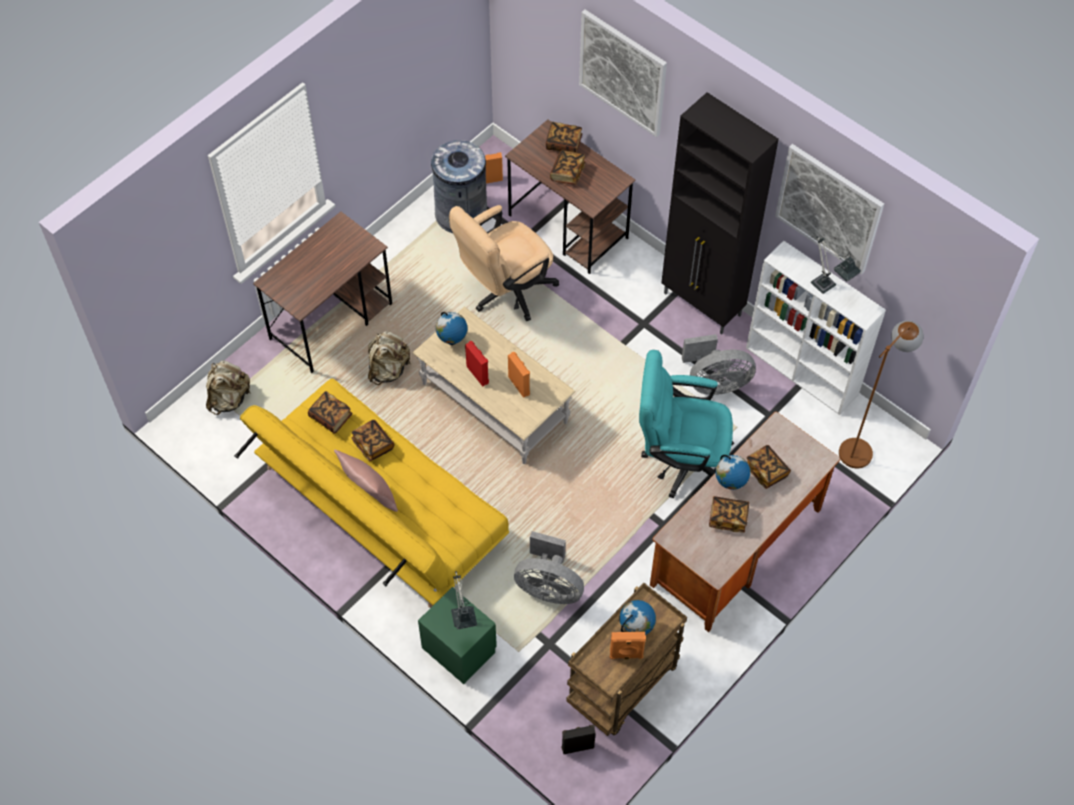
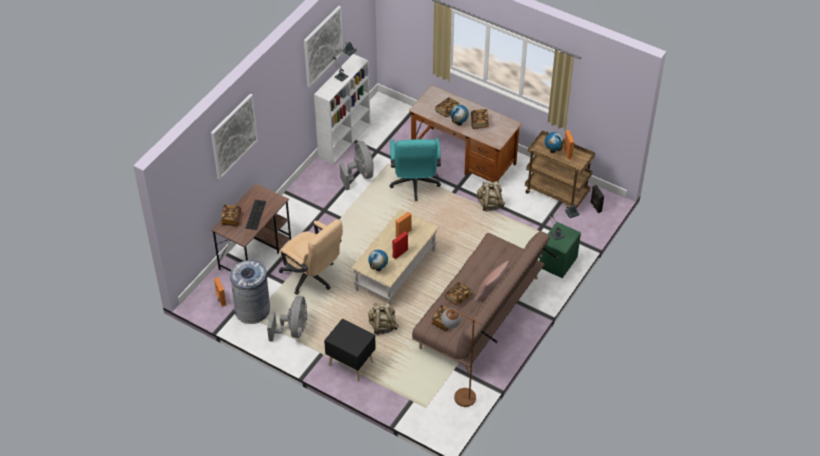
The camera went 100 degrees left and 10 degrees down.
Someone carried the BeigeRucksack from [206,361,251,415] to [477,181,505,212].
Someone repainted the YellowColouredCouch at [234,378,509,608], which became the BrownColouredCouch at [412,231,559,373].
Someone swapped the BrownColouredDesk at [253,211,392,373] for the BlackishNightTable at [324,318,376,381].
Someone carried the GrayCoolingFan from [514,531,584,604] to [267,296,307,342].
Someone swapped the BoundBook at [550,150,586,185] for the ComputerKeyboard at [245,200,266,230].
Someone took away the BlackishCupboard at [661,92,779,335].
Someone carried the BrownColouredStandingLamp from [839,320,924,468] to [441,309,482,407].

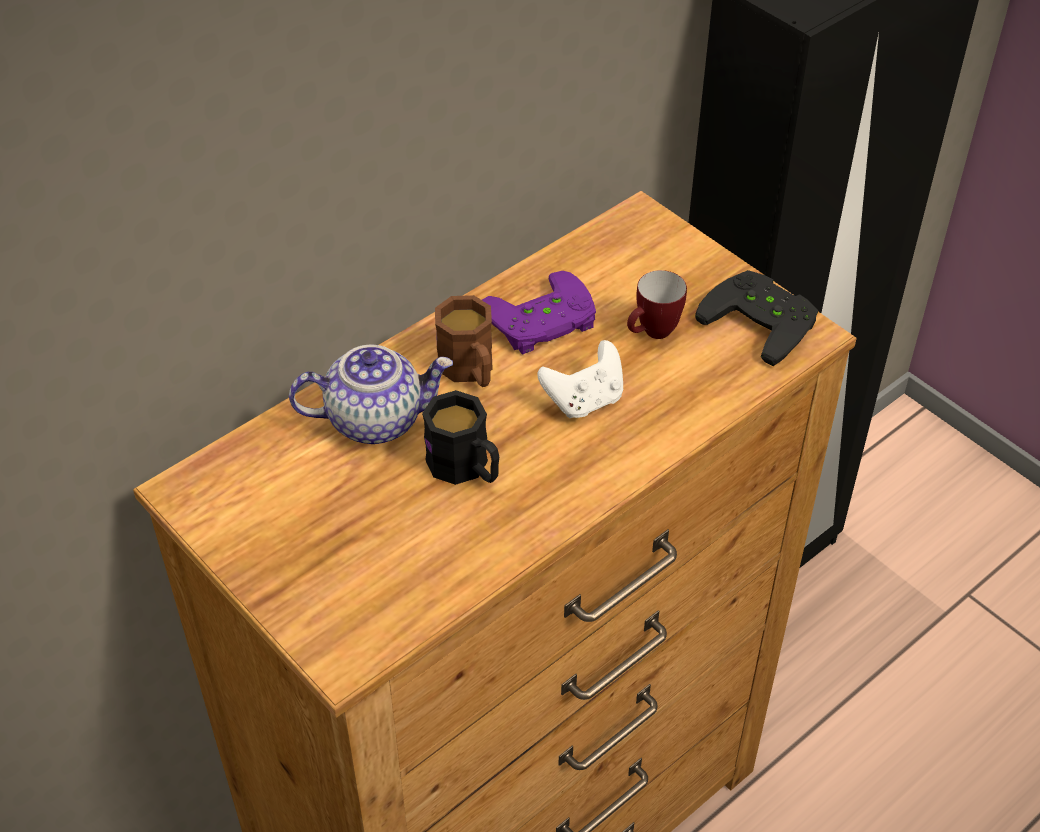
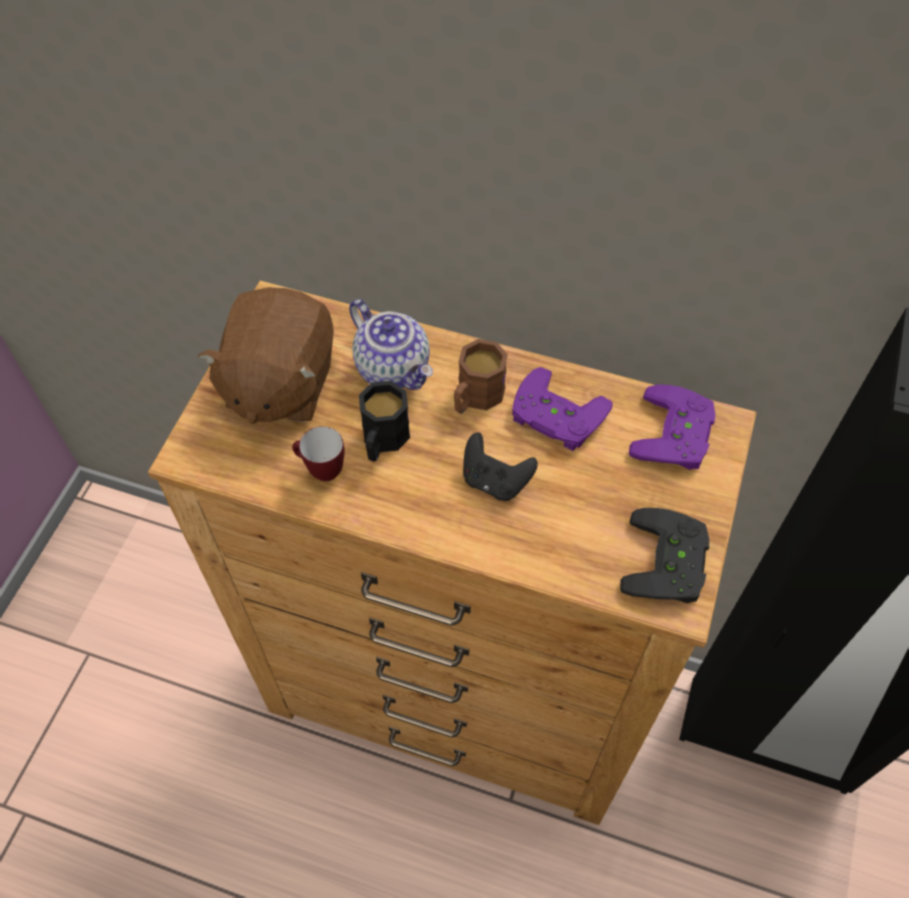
The camera went 60 degrees right and 10 degrees up.
Someone repainted the WhitishJoypad at [537,340,623,418], which became the BlackishJoypad at [463,432,538,501].
Someone carried the CoffeeMug from [627,270,687,339] to [292,426,345,482].
Someone put down the BrownColouredCuddlyToy at [198,287,334,424].
Someone put down the PurpleColouredJoypad at [629,384,715,470].

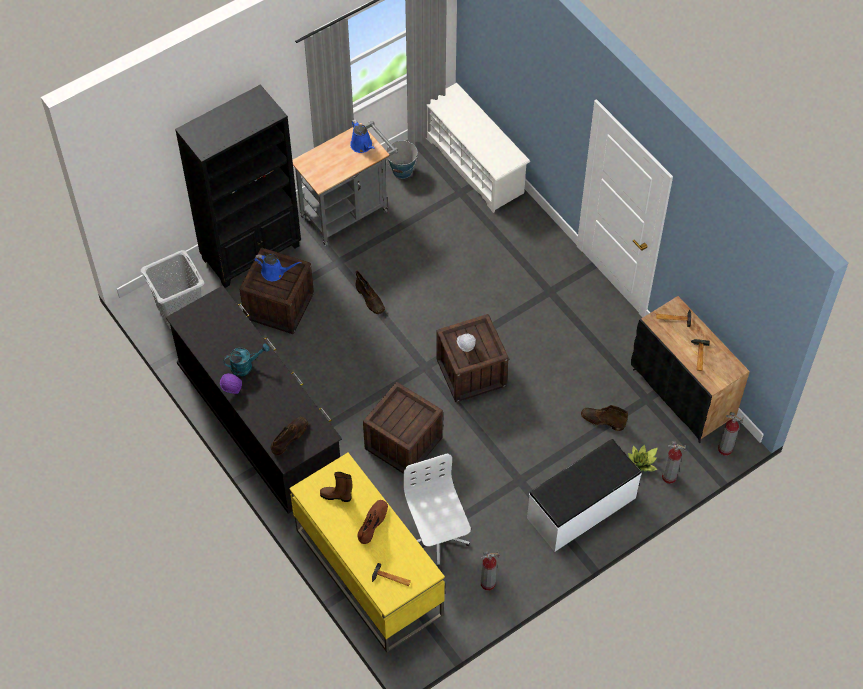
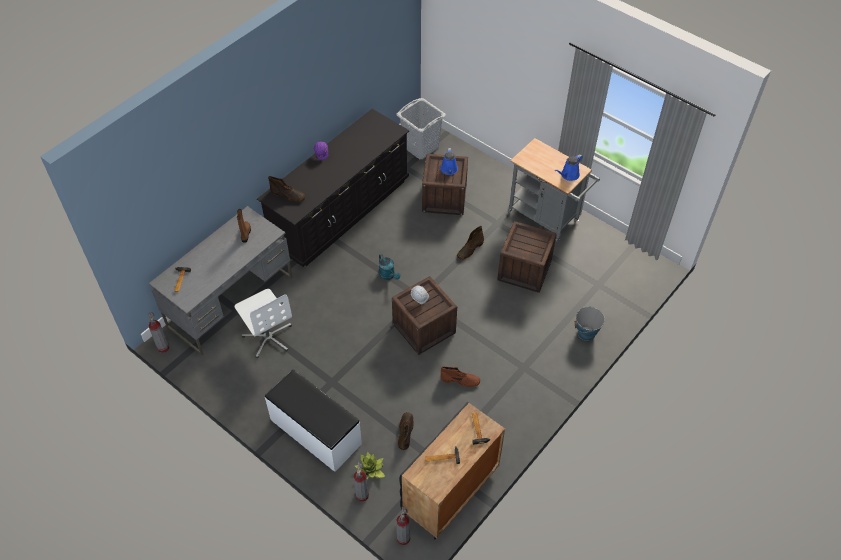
The camera went 75 degrees right and 5 degrees down.
Someone took away the BlackishBookshelf at [175,84,301,288].
Someone carried the TurquoiseWateringPot from [223,343,269,376] to [379,254,400,280].
Someone repainted the YellowColouredDesk at [289,453,445,653], which became the GrayDesk at [149,206,293,355].
Someone carried the BrownColouredTallBoot from [357,500,388,544] to [441,366,480,387].
Someone carried the ShippingCrate from [363,382,443,474] to [497,221,557,293].
Someone carried the WaterBucket from [386,141,418,179] to [575,306,605,341].
Someone rotated the WhitishComputerChair at [404,453,471,567] by 90 degrees clockwise.
Someone took away the WhitishShoeShelf at [426,83,530,213].
Someone carried the FireExtinguisher from [481,551,499,591] to [148,312,169,353].

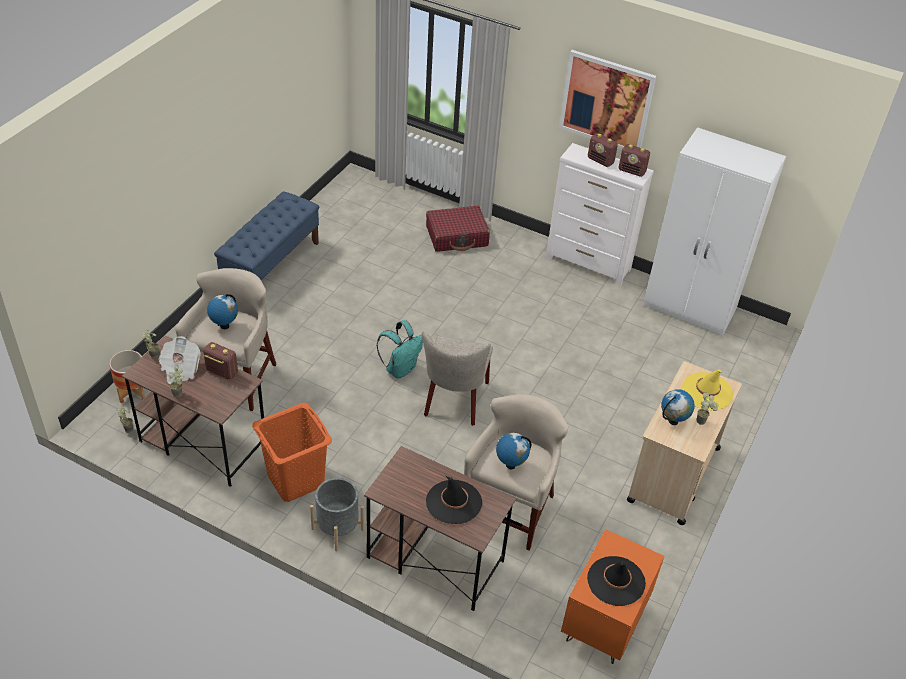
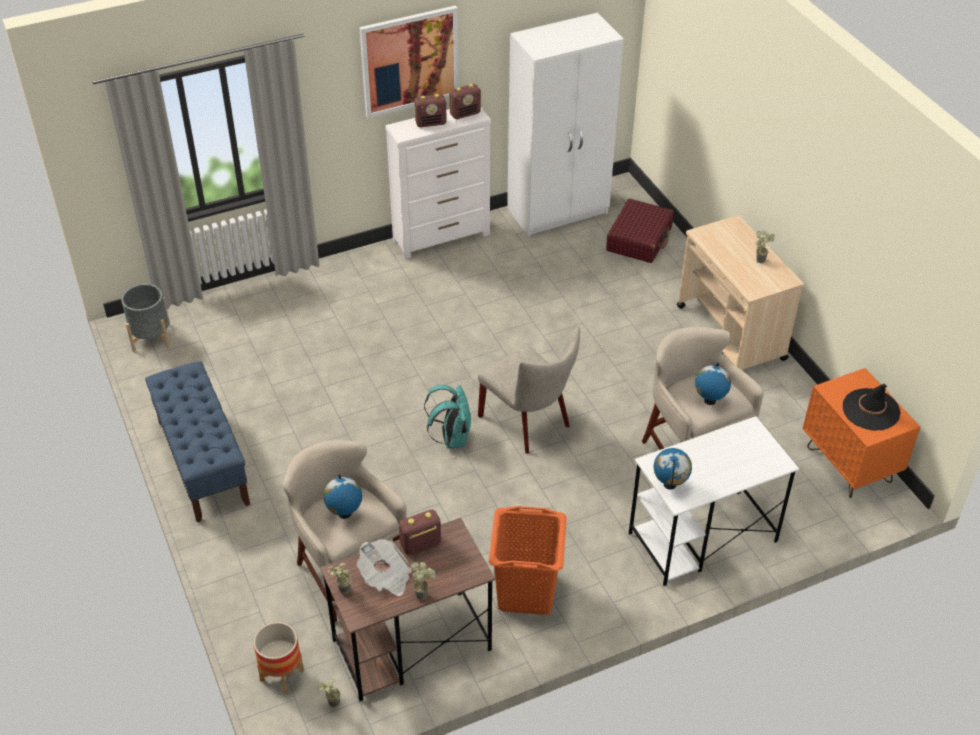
The camera went 50 degrees left and 0 degrees up.
Someone carried the GrayPlanter from [310,478,364,551] to [121,284,170,352].
Someone repainted the BrownColouredDesk at [364,446,516,611], which became the WhitishDesk at [628,416,799,586].
Someone carried the ReddishTravelCase from [426,206,490,252] to [606,199,674,263].
Someone took away the BlackishClothingHat at [426,476,482,524].
Someone carried the DeskGlobe from [661,389,694,425] to [654,448,692,490].
Someone took away the YellowColouredClothingHat at [682,369,733,411].

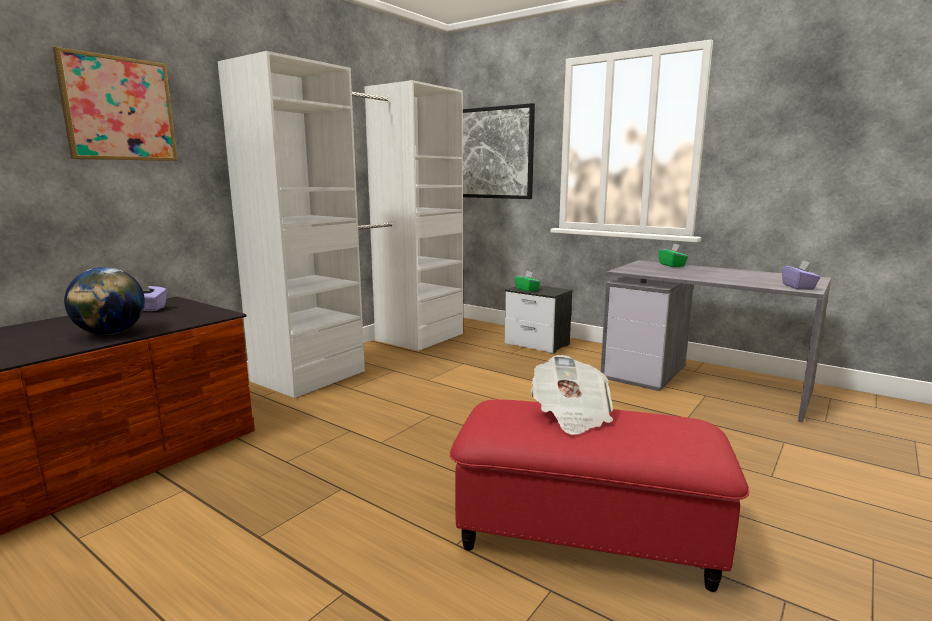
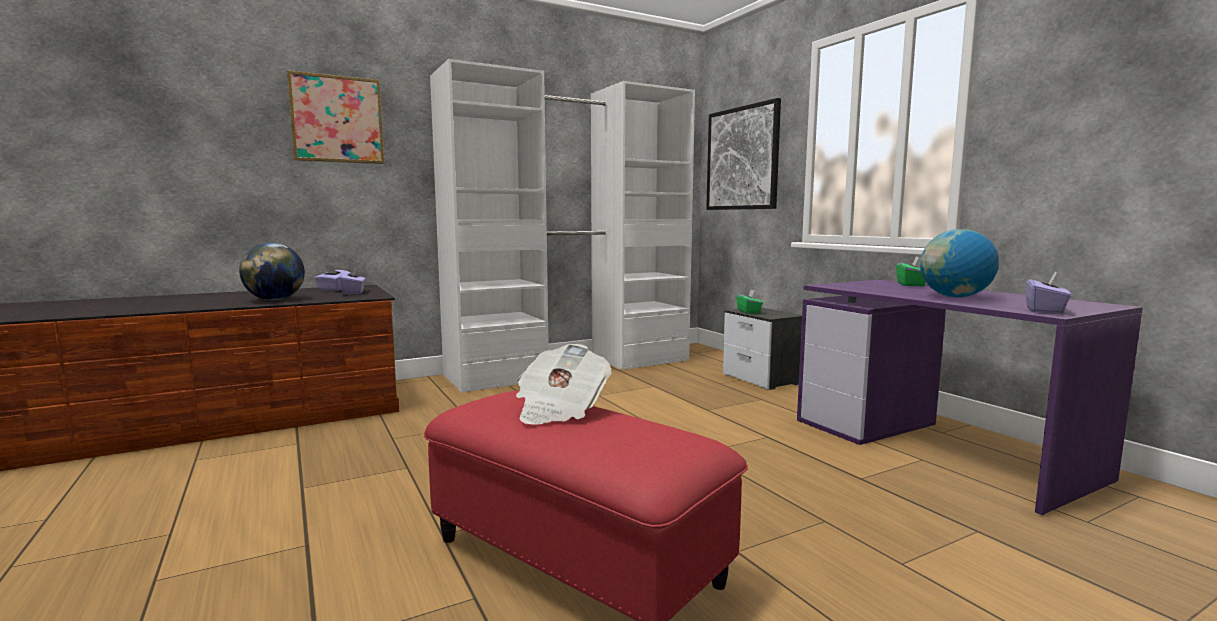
The camera went 25 degrees right and 5 degrees down.
Someone repainted the GrayDesk at [601,260,831,422], which became the PurpleColouredDesk at [797,280,1143,515].
Someone put down the PurpleColouredTissueHolder at [339,267,366,295].
Someone put down the DeskGlobe at [920,229,999,297].

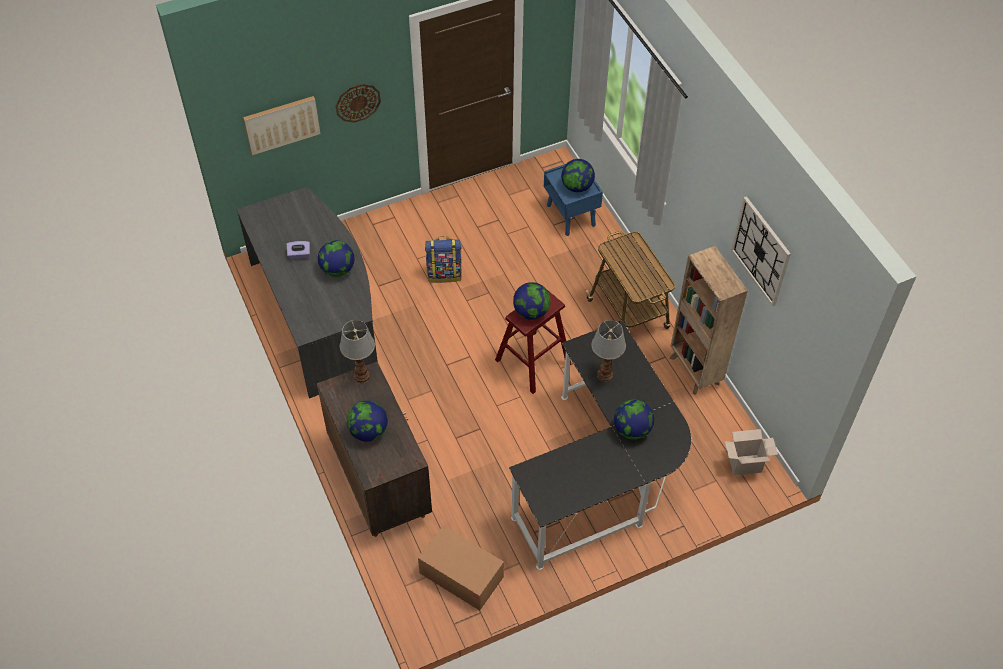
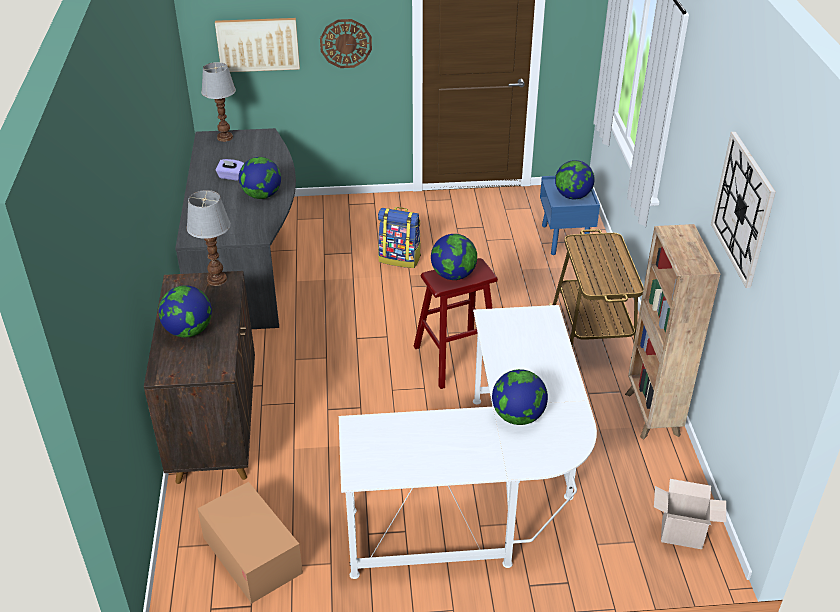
The camera went 20 degrees right and 15 degrees down.
Someone repainted the BlackishDesk at [509,320,691,570], which became the WhitishDesk at [339,305,597,579].
Someone carried the TableLamp from [591,320,626,382] to [201,62,236,142].

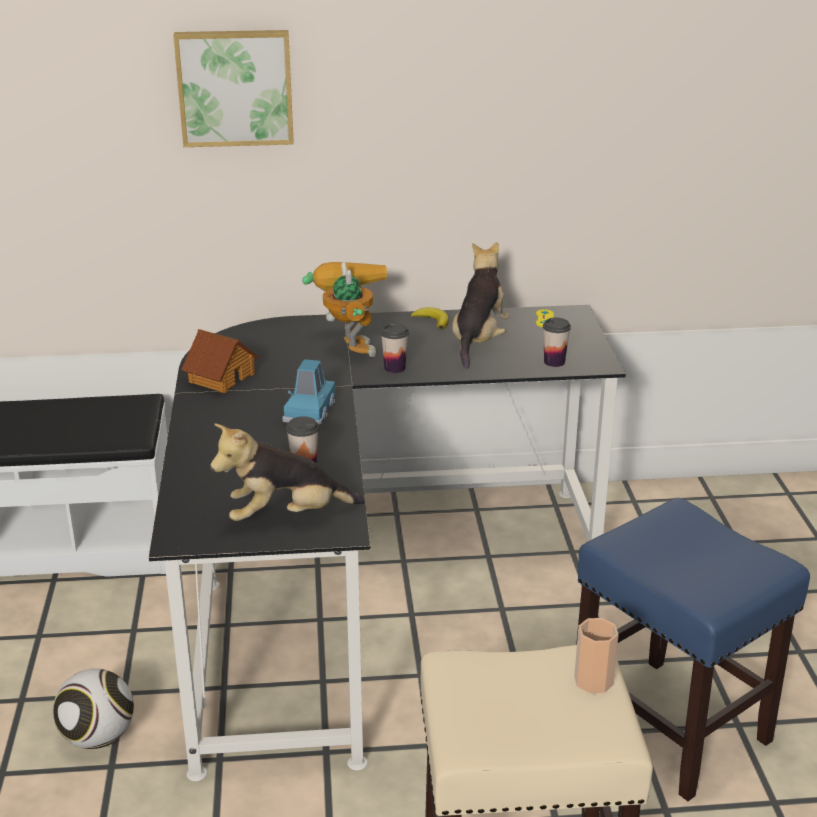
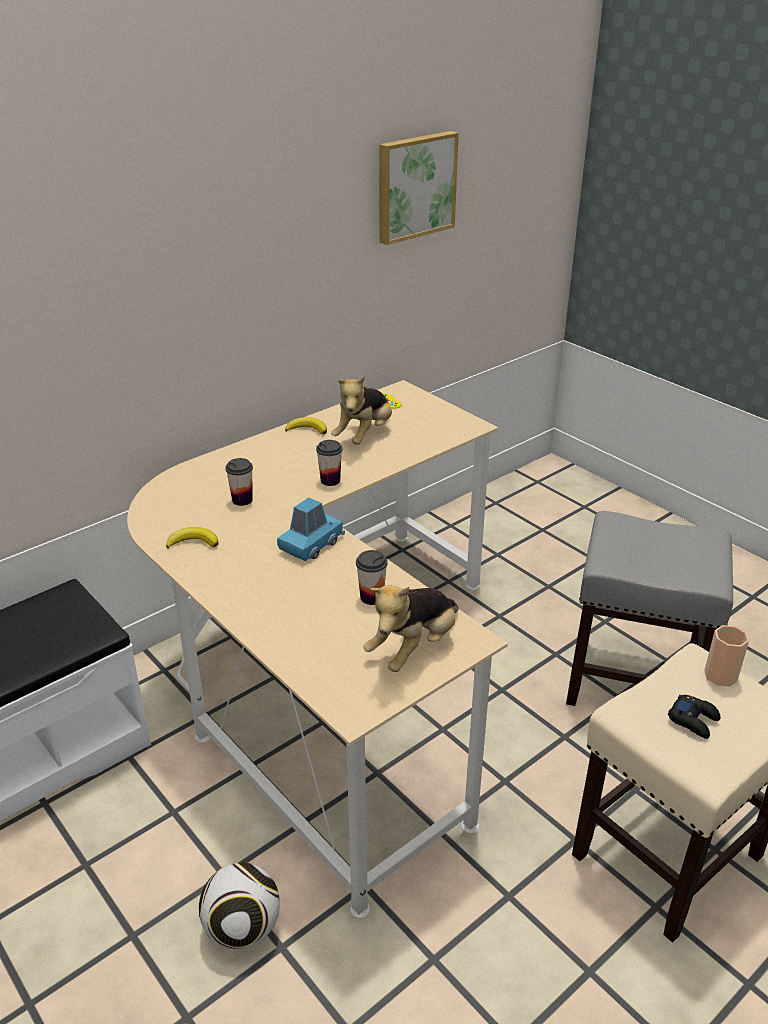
The camera went 35 degrees left and 5 degrees up.
Someone repainted the BlackishDesk at [148,305,626,781], which became the BeigeDesk at [127,380,508,918].
Someone carried the WallPicture from [173,30,294,147] to [379,131,459,245].
Someone swapped the ToyHouse at [181,329,259,393] for the WholeBanana at [166,527,219,549].
Someone rotated the BluishModelCar at [282,359,336,424] by 120 degrees counterclockwise.
Someone took away the ModelRobot at [302,262,387,357].
Someone rotated the CuddlyToy at [452,242,509,369] by 135 degrees counterclockwise.
Someone carried the SmallCup from [543,317,571,367] to [225,458,253,506].
Someone repainted the BluishStool at [576,498,810,801], which became the GrayStool at [566,511,733,706].
Someone put down the BlackishJoypad at [668,695,720,739].

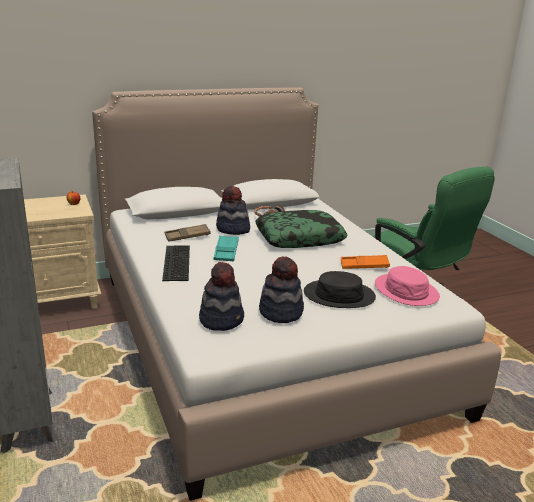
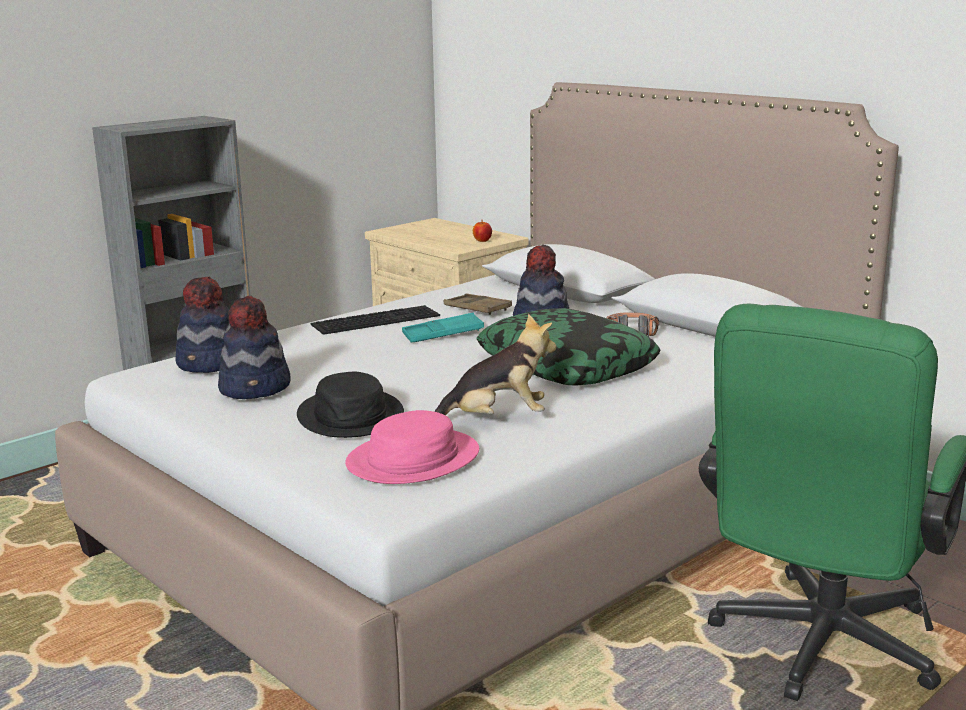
The camera went 70 degrees right and 5 degrees down.
Someone swapped the OrangeColouredServingTray at [341,255,390,269] for the CuddlyToy at [434,314,556,415].

